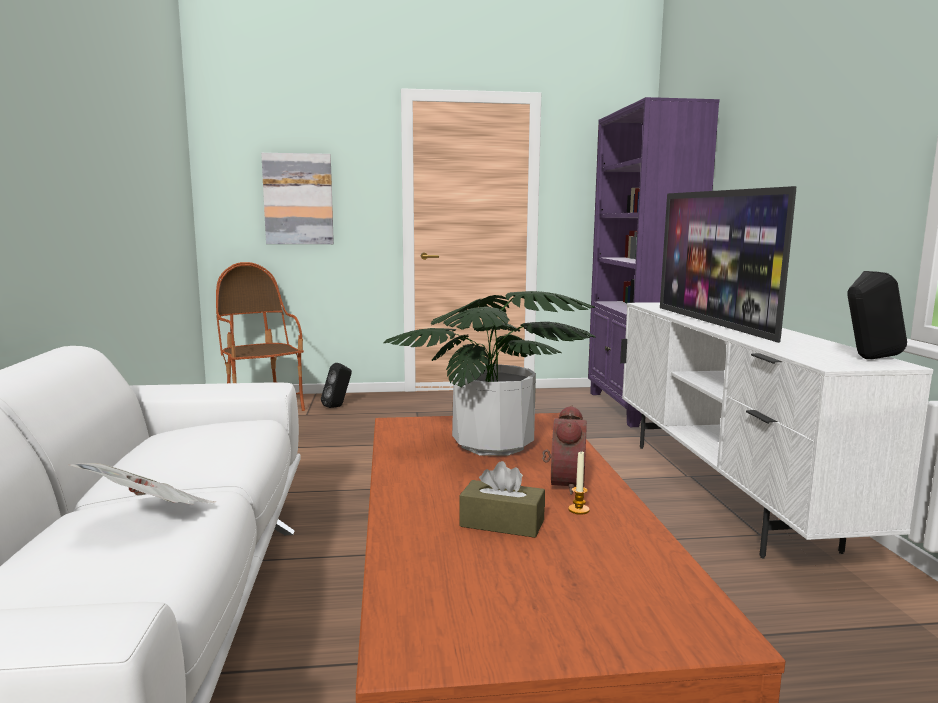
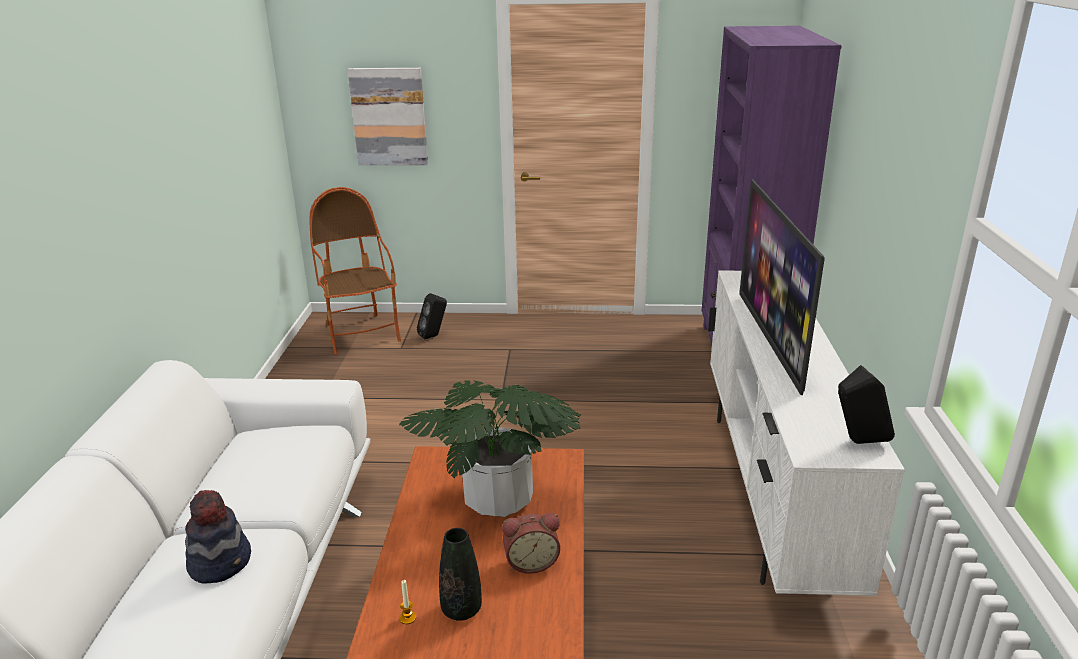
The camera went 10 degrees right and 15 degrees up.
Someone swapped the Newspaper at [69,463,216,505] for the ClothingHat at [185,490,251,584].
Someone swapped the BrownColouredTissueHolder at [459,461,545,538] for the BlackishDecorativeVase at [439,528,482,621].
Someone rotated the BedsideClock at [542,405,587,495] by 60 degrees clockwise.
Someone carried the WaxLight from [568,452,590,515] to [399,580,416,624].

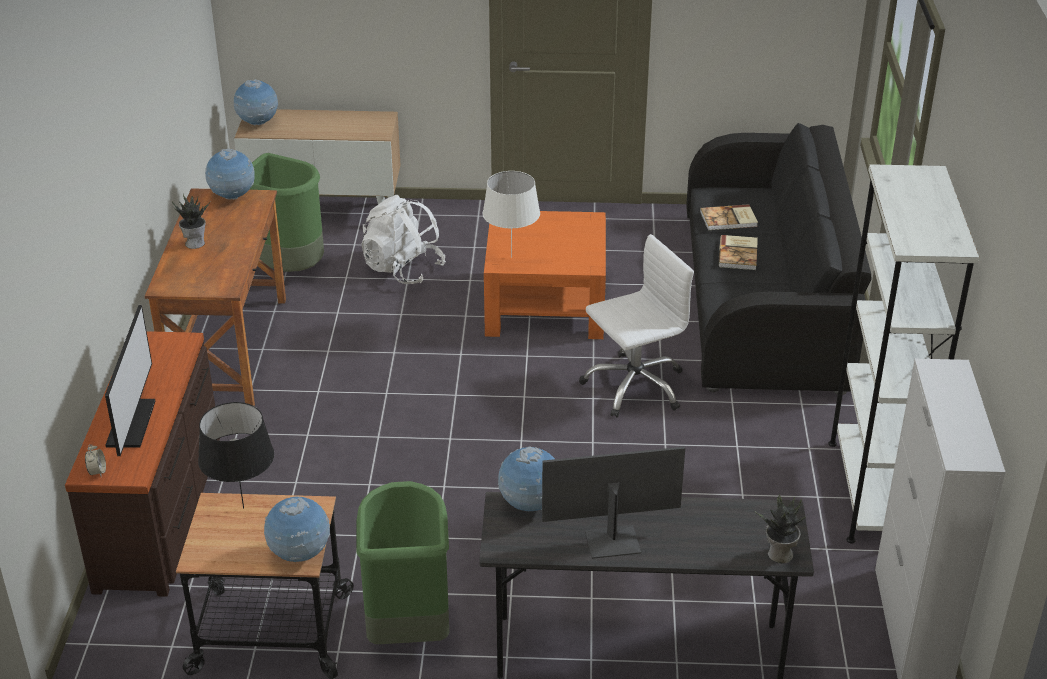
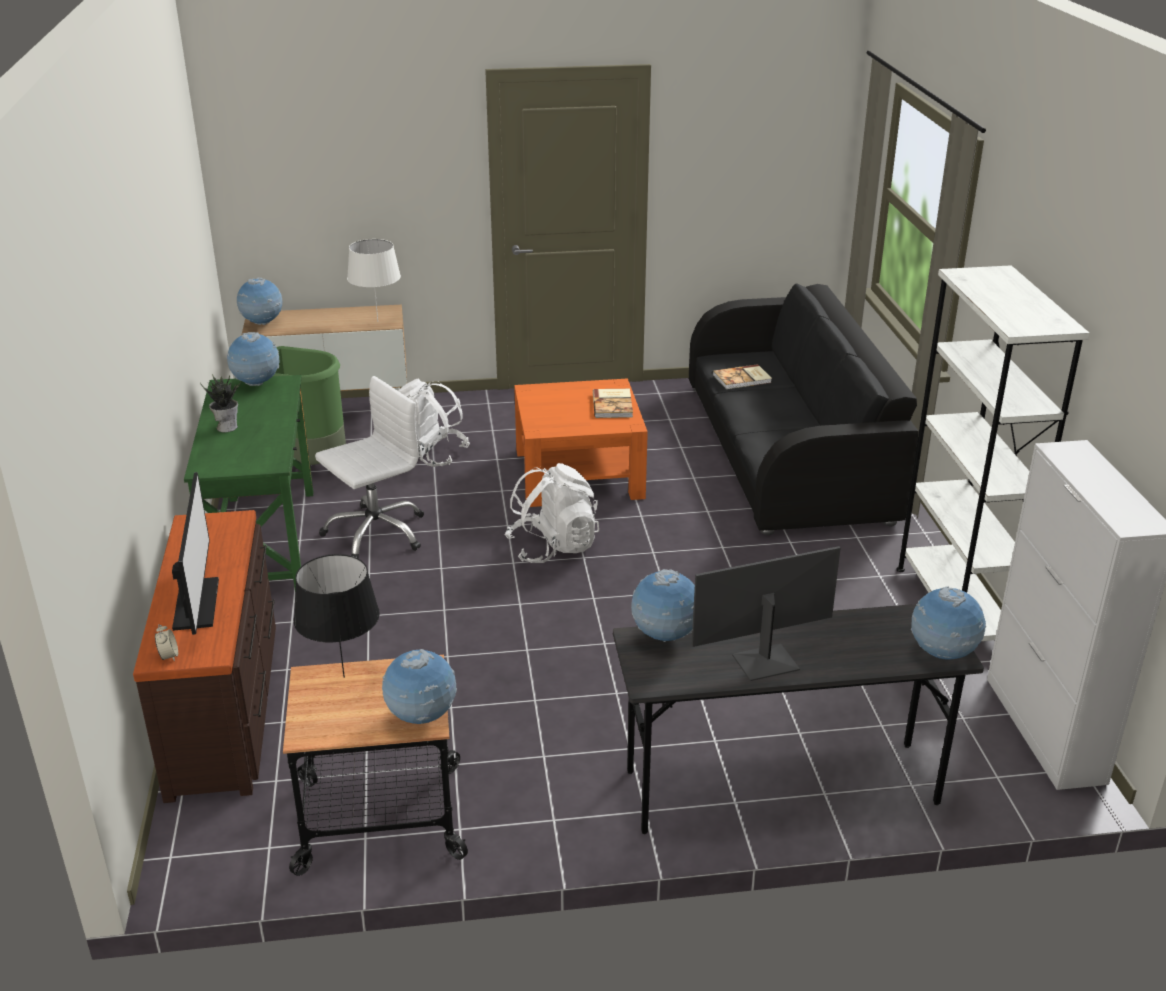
The camera went 10 degrees left and 5 degrees down.
Someone repainted the BrownColouredDesk at [145,188,286,406], which became the GreenDesk at [184,375,314,589].
Someone took away the GreenWasteBin at [356,481,449,644].
Someone carried the WhitishTableLamp from [482,171,540,258] to [347,239,401,321].
Someone carried the WhitishComputerChair from [579,234,694,418] to [315,376,424,559].
Someone carried the BoundBook from [718,235,758,270] to [593,389,633,418].
Someone swapped the PottedPlant at [757,494,807,564] for the DeskGlobe at [911,586,986,660].
Someone put down the WhitishRucksack at [504,463,599,563].

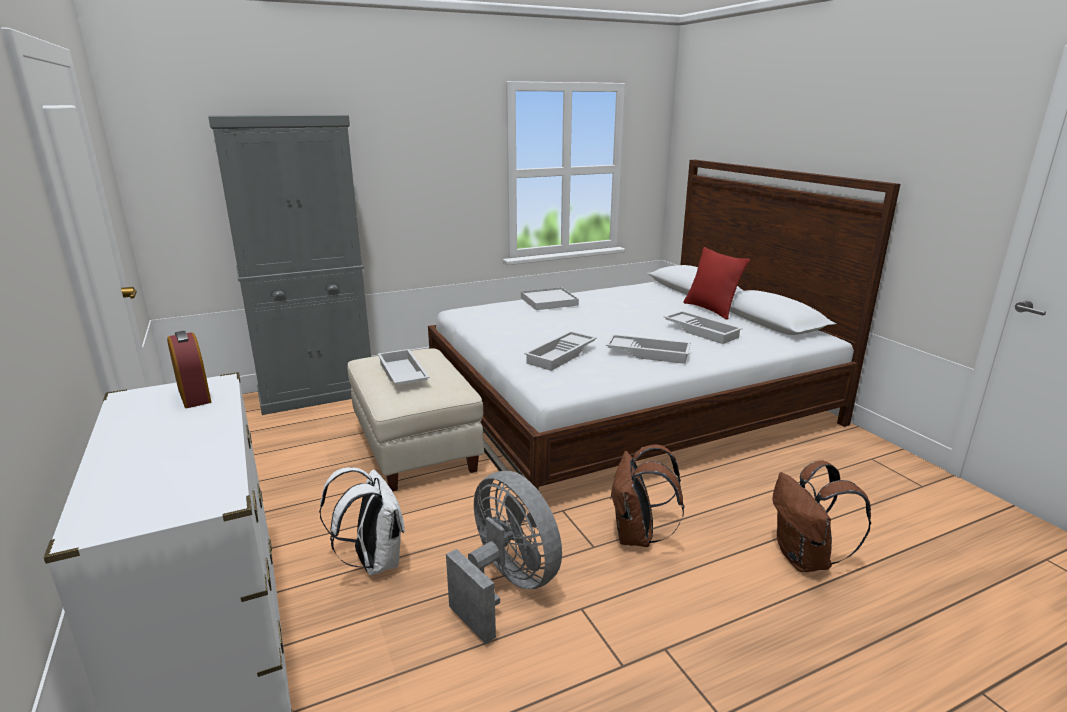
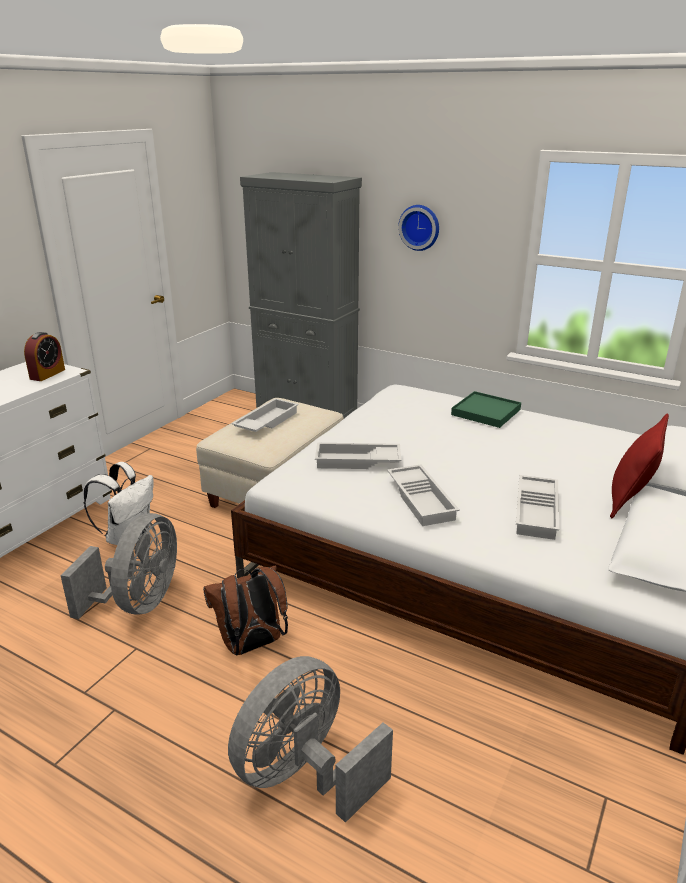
The camera went 55 degrees right and 5 degrees up.
Someone repainted the WhitishServingTray at [521,287,579,310], which became the GreenServingTray at [451,391,521,428].
Someone swapped the BrownColouredRucksack at [773,460,871,572] for the GrayCoolingFan at [228,656,393,823].
Someone put up the WallClock at [398,205,439,251].

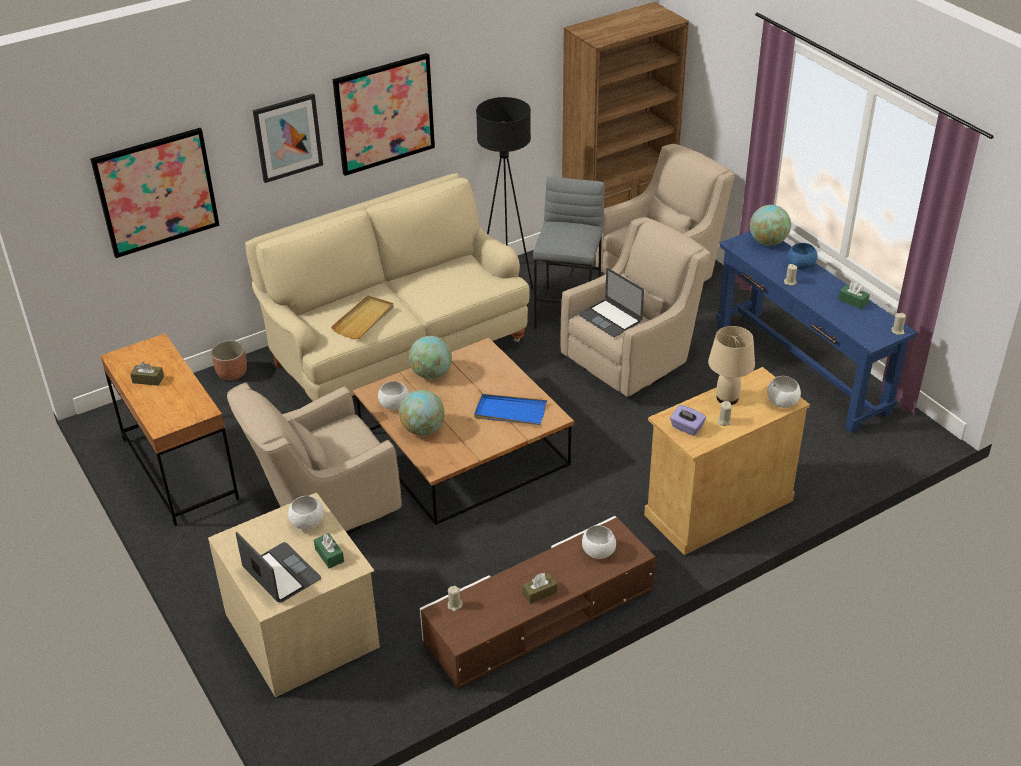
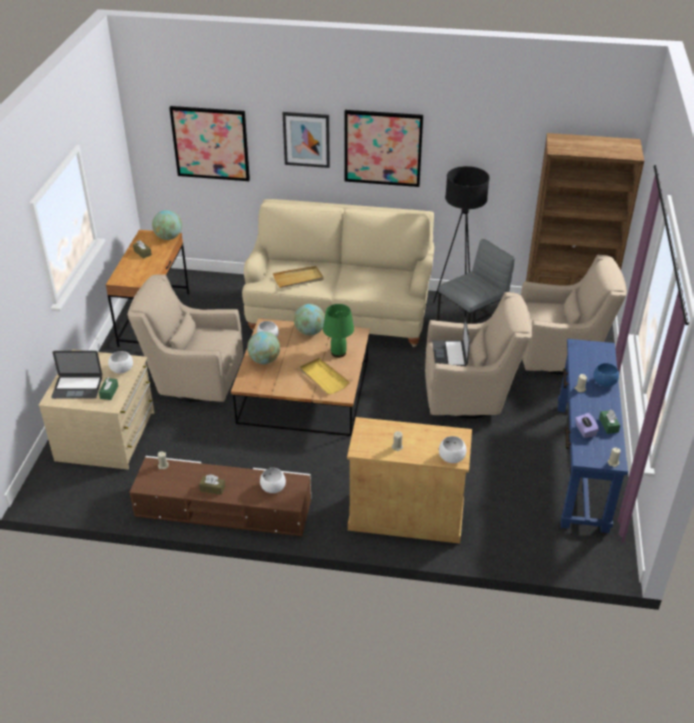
The camera went 40 degrees right and 0 degrees up.
Someone took away the Planter at [211,340,247,380].
Someone rotated the Laptop at [236,532,321,603] by 90 degrees clockwise.
Someone repainted the BluishServingTray at [474,394,547,425], which became the YellowColouredServingTray at [300,358,350,394].
Someone carried the PurpleColouredTissueHolder from [670,405,706,436] to [575,413,599,438].
Someone took away the BeigeTableLamp at [708,326,755,405].
Someone carried the DeskGlobe from [750,205,791,246] to [152,210,182,240].
Someone put down the GreenTableLamp at [323,304,354,358].

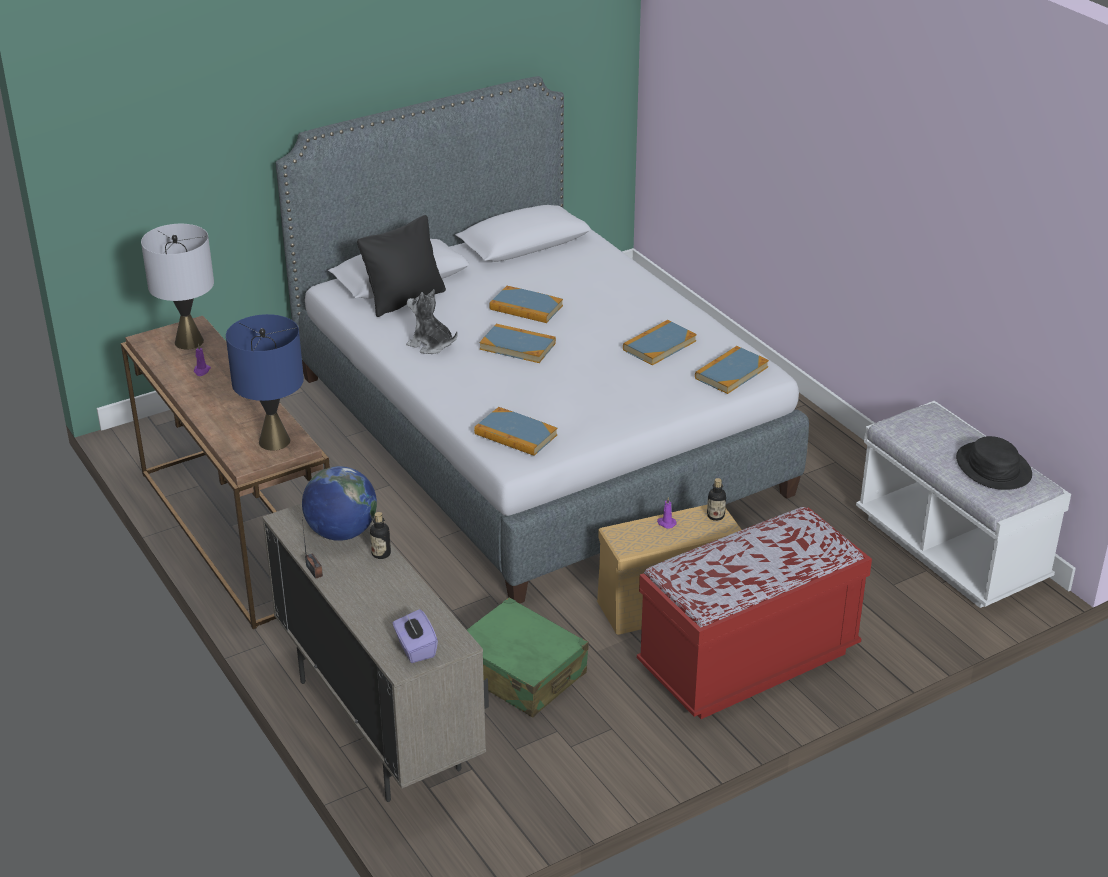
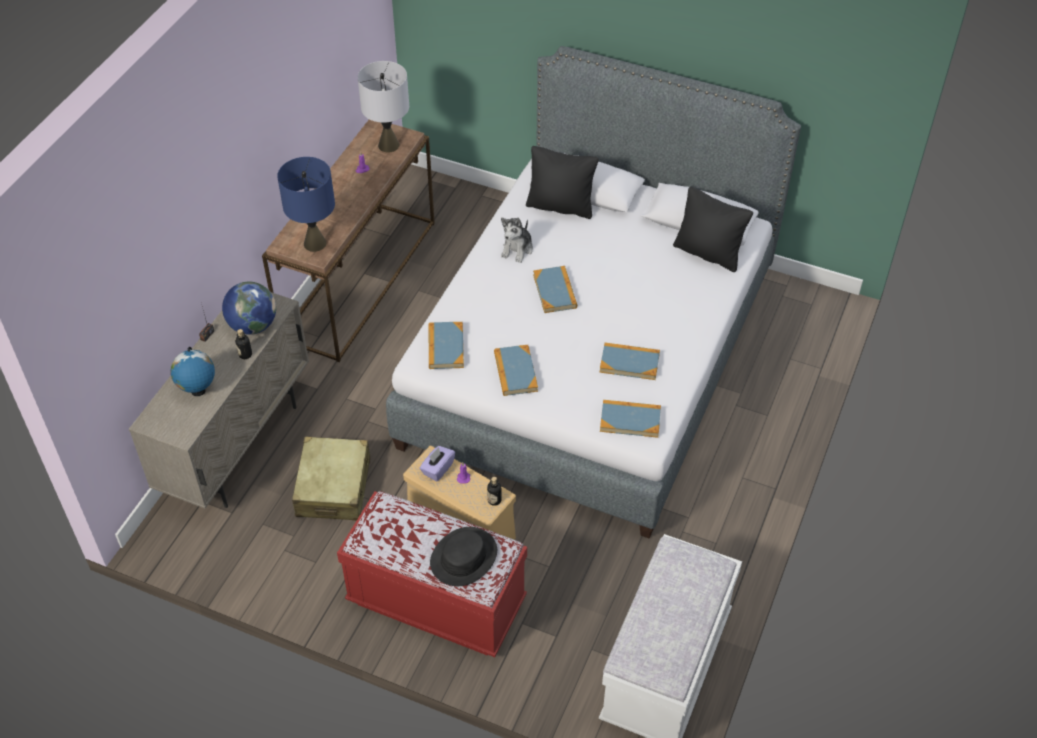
The camera went 55 degrees right and 15 degrees up.
Someone carried the PurpleColouredTissueHolder from [393,609,438,663] to [419,446,455,482].
Someone rotated the CuddlyToy at [406,289,458,354] by 150 degrees counterclockwise.
Someone repainted the GreenTravelCase at [467,597,589,718], which became the BeigeTravelCase at [292,437,370,521].
Someone carried the BoundBook from [489,286,563,323] to [494,345,538,396].
Someone carried the BlackishClothingHat from [956,436,1032,490] to [430,527,497,586].
Someone put down the DeskGlobe at [171,347,215,396].
Someone put down the BlackishCushion at [673,187,753,272].

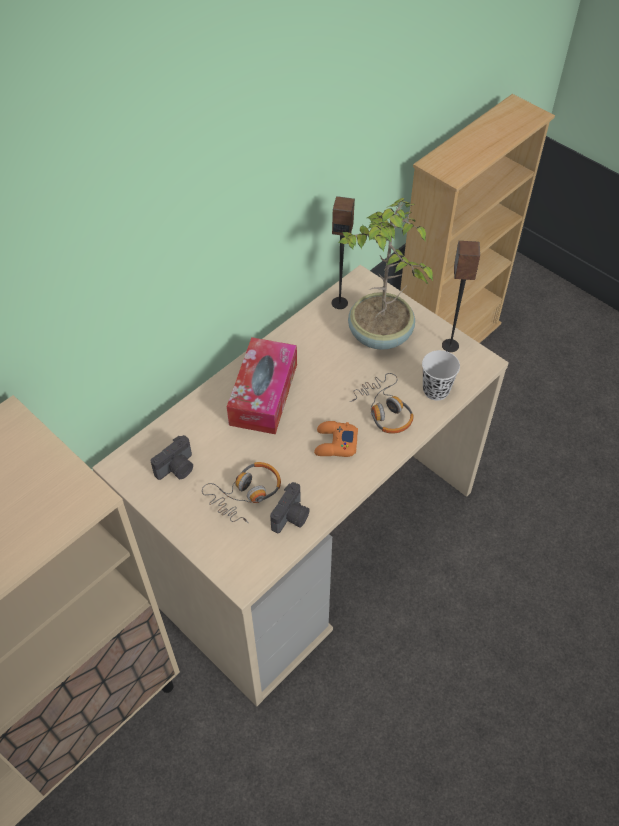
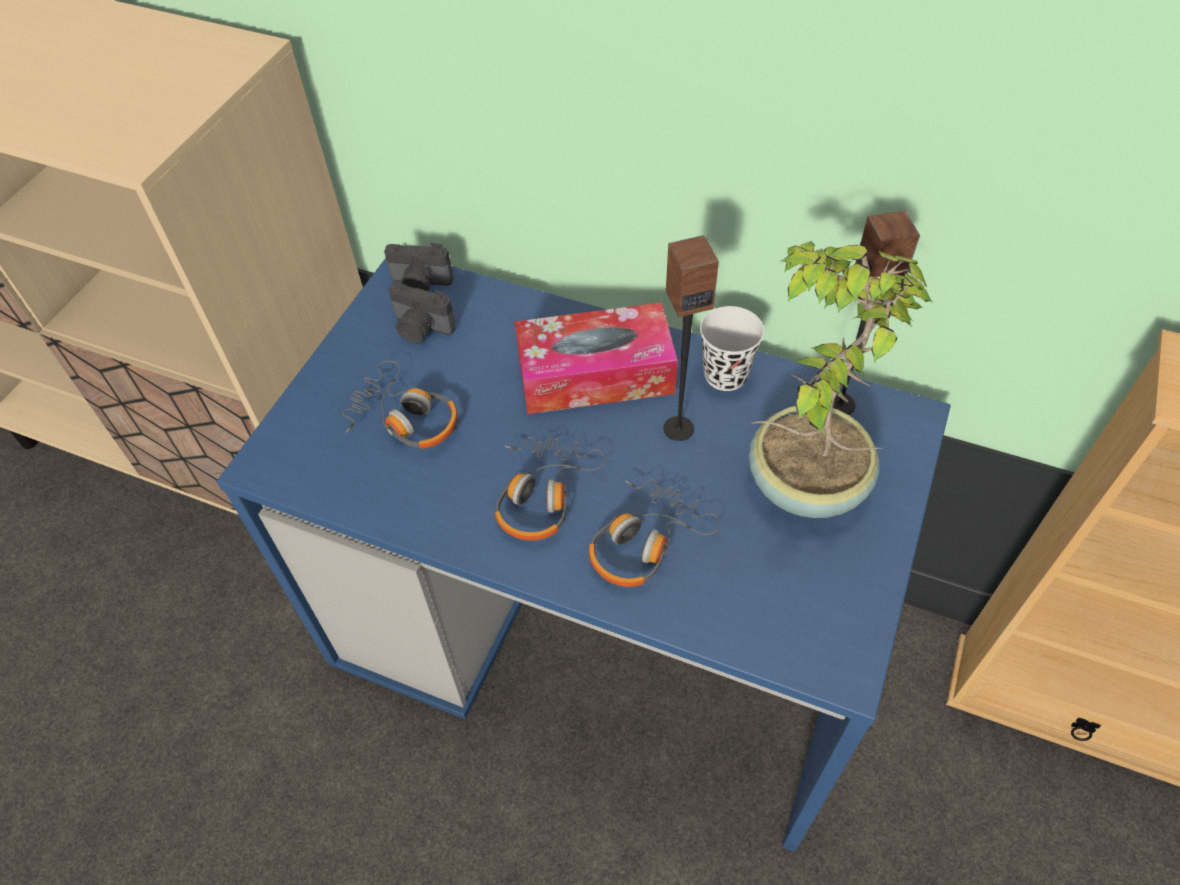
The camera went 70 degrees right and 0 degrees up.
Someone repainted the BeigeDesk at [92,265,509,706], which became the BluishDesk at [216,258,951,852].
Someone carried the PhotoCamera from [270,482,310,533] to [384,243,453,292].
Someone swapped the OrangeColouredJoypad at [314,421,358,457] for the PairOfHeadphones at [495,437,605,540].
Someone carried the WhitishSmallCup from [422,350,460,401] to [700,306,764,391].
Someone carried the AudioSpeaker from [442,241,480,352] to [663,235,719,441].

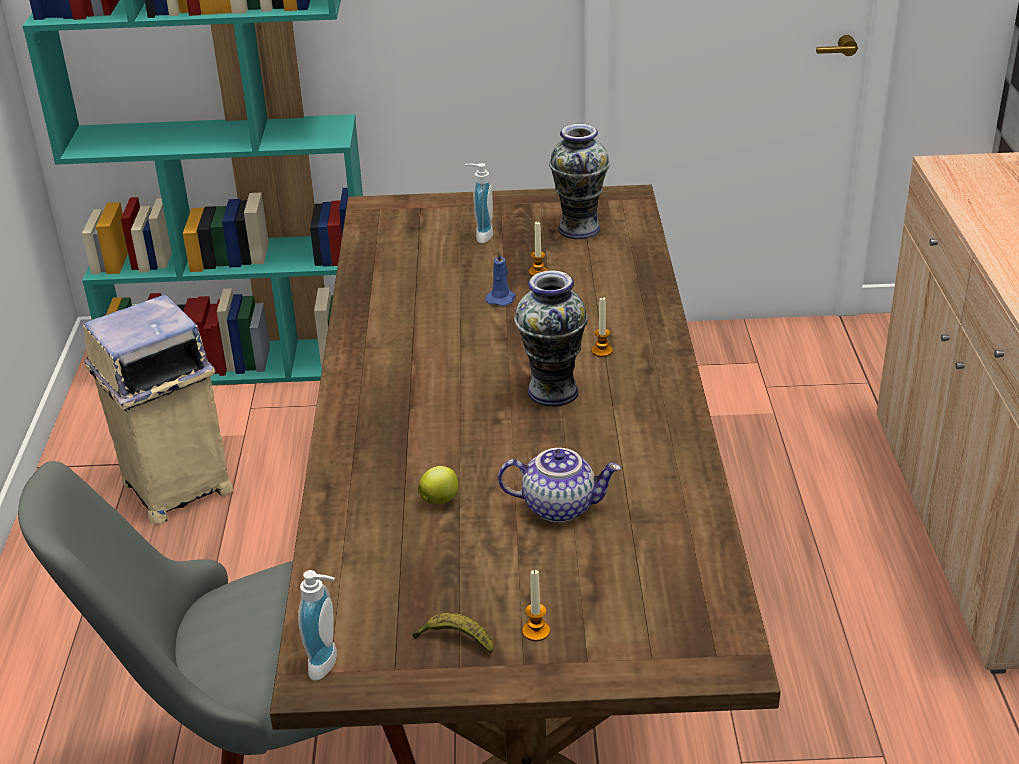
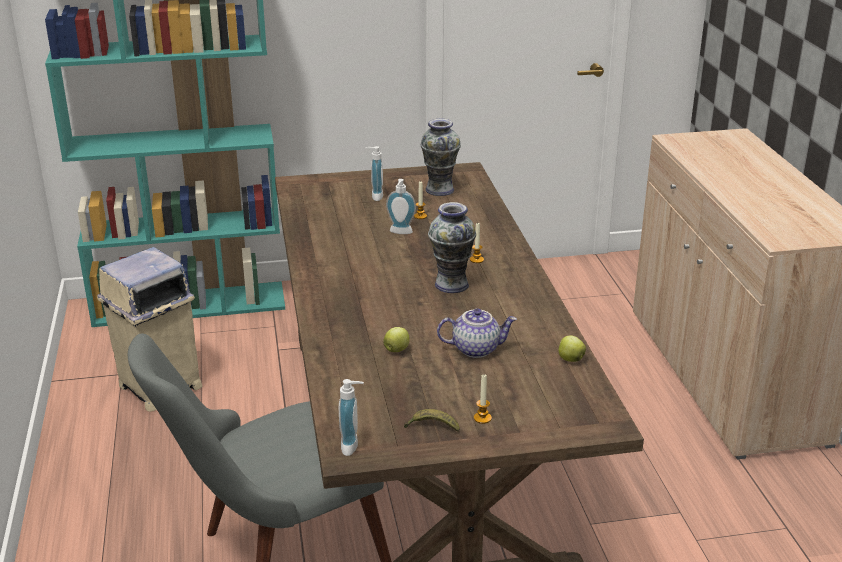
The camera went 10 degrees left and 5 degrees down.
Someone swapped the BluishWaxLight at [485,249,516,306] for the SoapDispenser at [386,179,416,234].
Someone put down the AppleFruit at [558,335,586,362].

